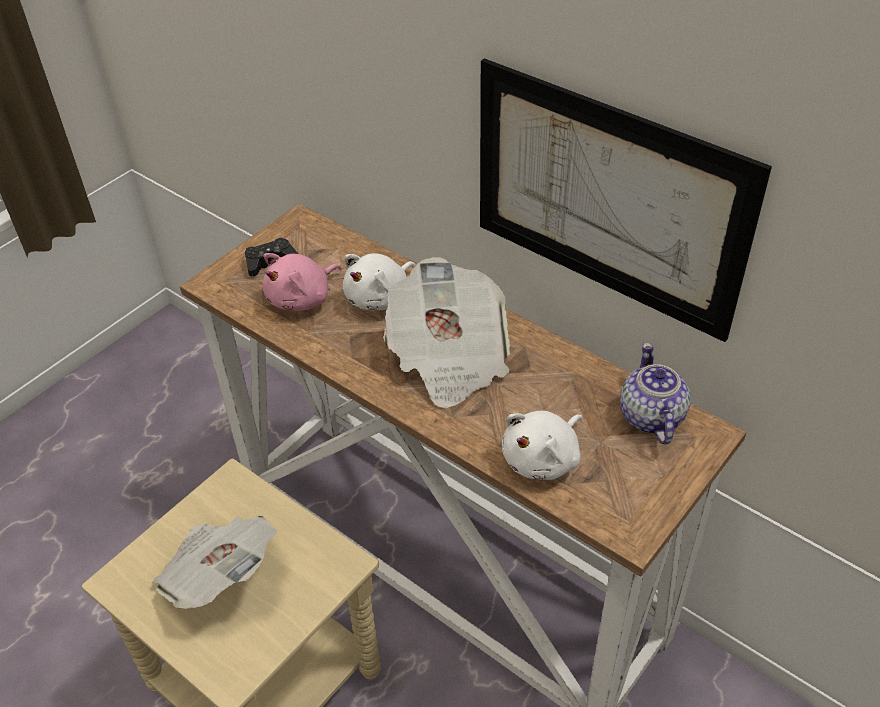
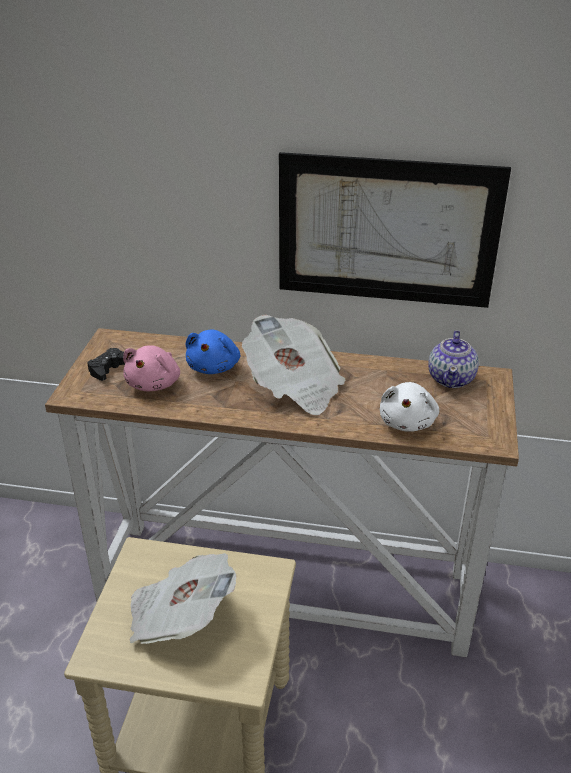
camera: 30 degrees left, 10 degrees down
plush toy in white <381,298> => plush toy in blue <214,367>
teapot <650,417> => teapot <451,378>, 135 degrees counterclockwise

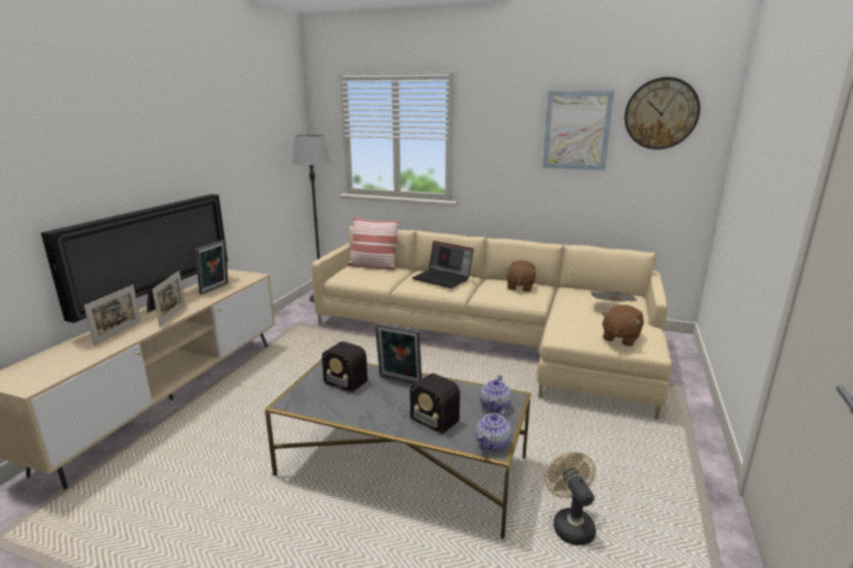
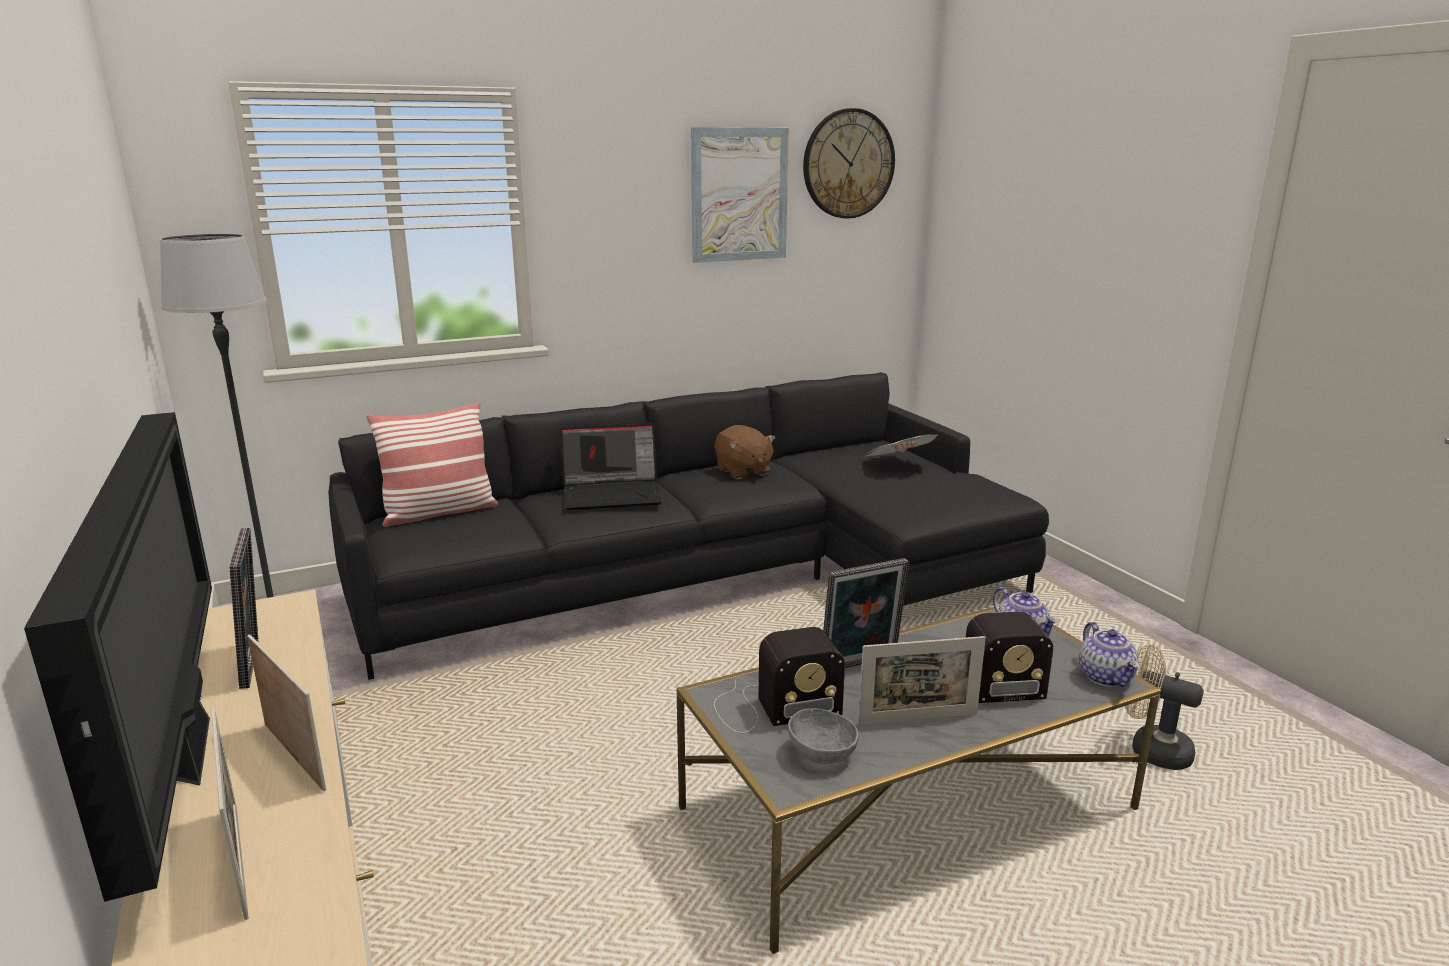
camera: 45 degrees left, 0 degrees up
sofa in beige <493,339> => sofa in black <713,577>
plush toy in brown <620,338> => nothing
nothing => bowl in grey <822,753>
nothing => picture frame <918,719>

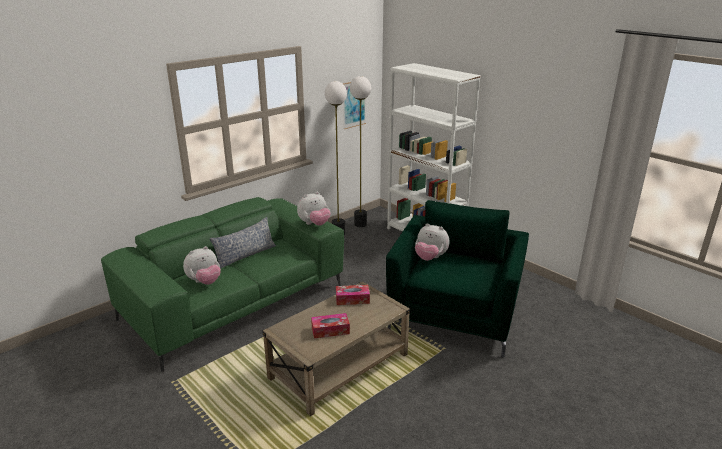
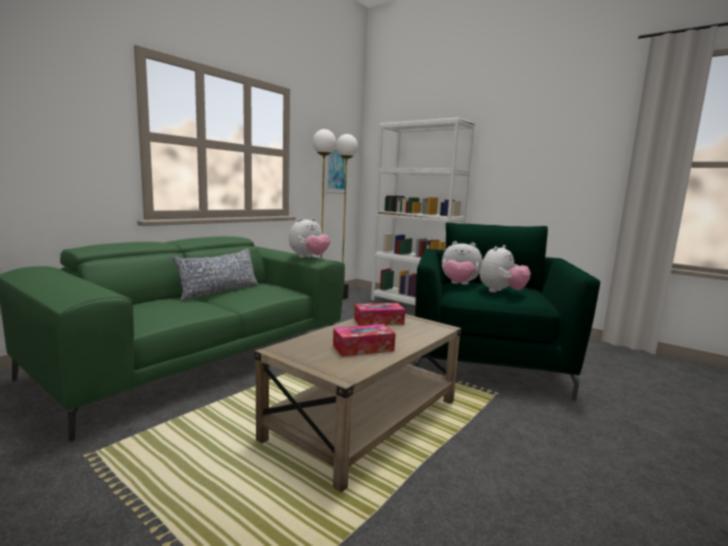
camera: 10 degrees left, 15 degrees down
plush toy <204,282> => plush toy <501,292>, relocated

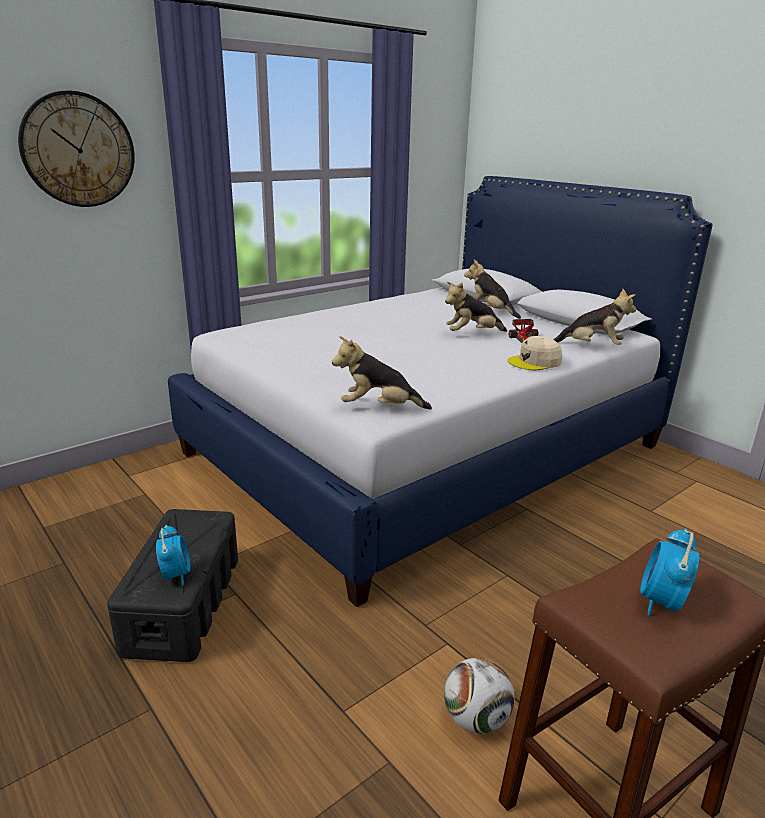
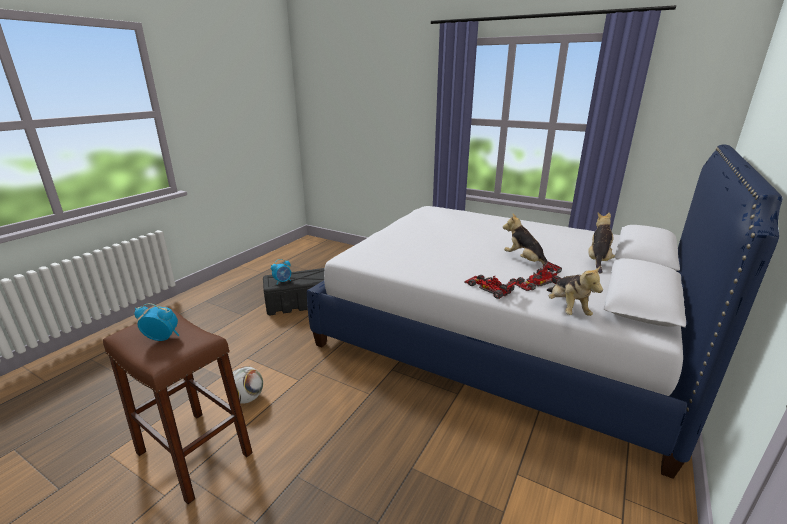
camera: 70 degrees right, 0 degrees up
wall clock <78,150> => nothing
plush toy <379,408> => nothing
cap in beige <535,362> => toy car <489,288>

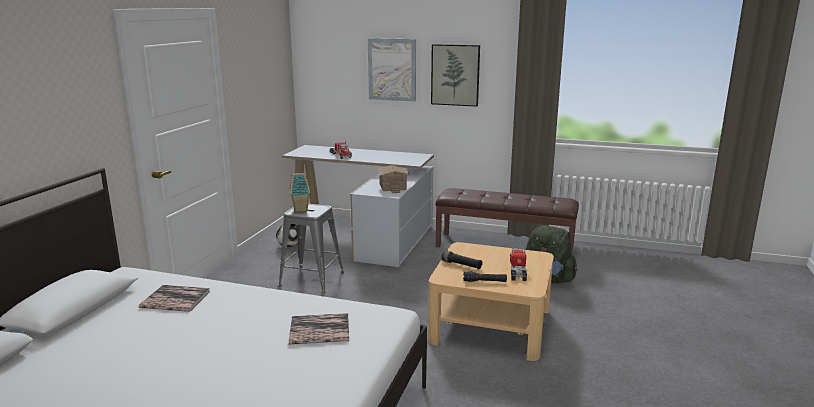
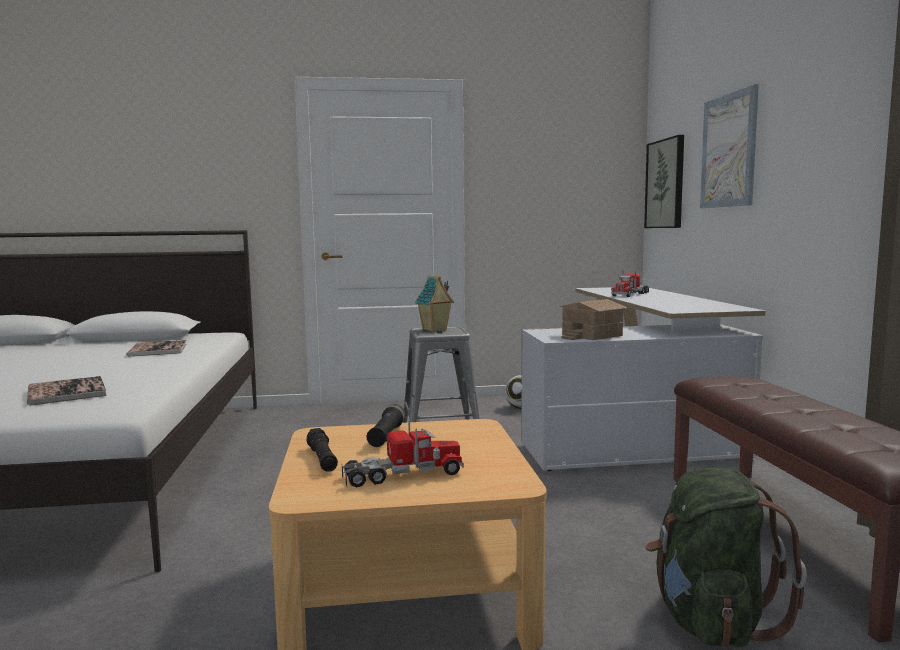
camera: 65 degrees right, 10 degrees down
picture <455,75> => picture <665,184>, relocated

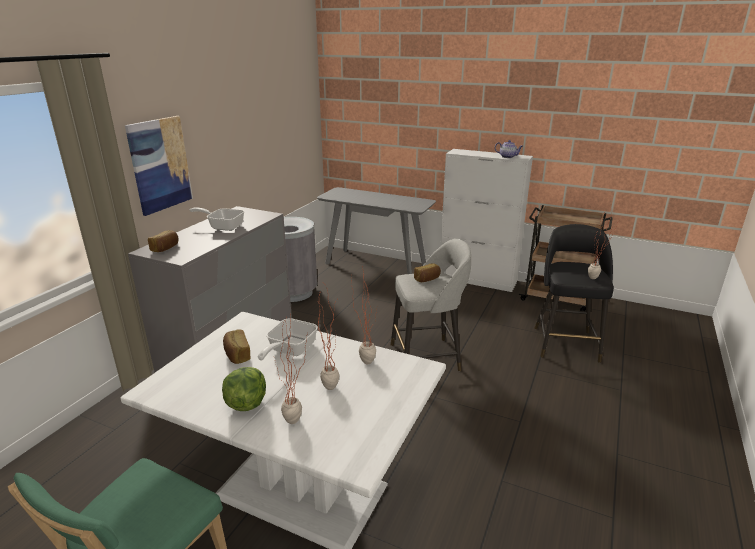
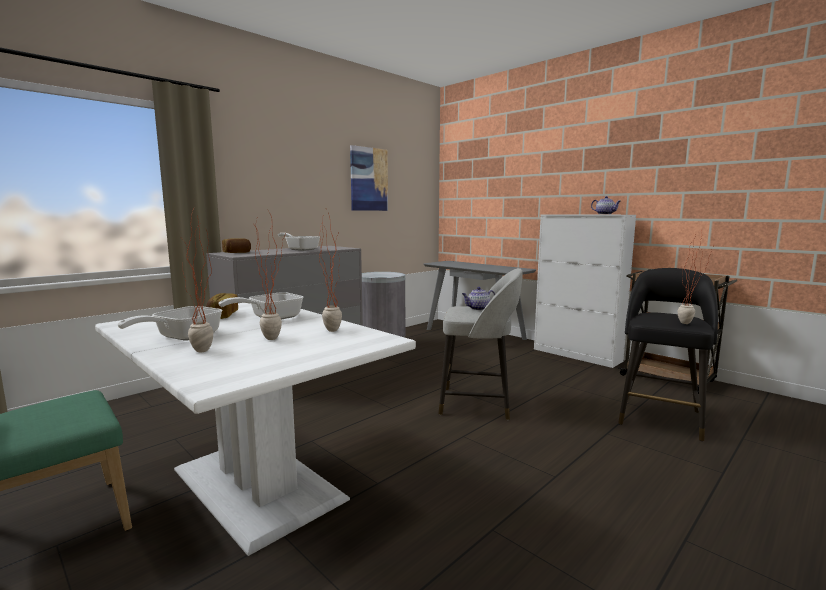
camera: 20 degrees right, 15 degrees down
picture <160,164> => picture <369,179>, relocated
lettuce <246,403> => frying pan <182,337>
bread <427,279> => teapot <478,308>

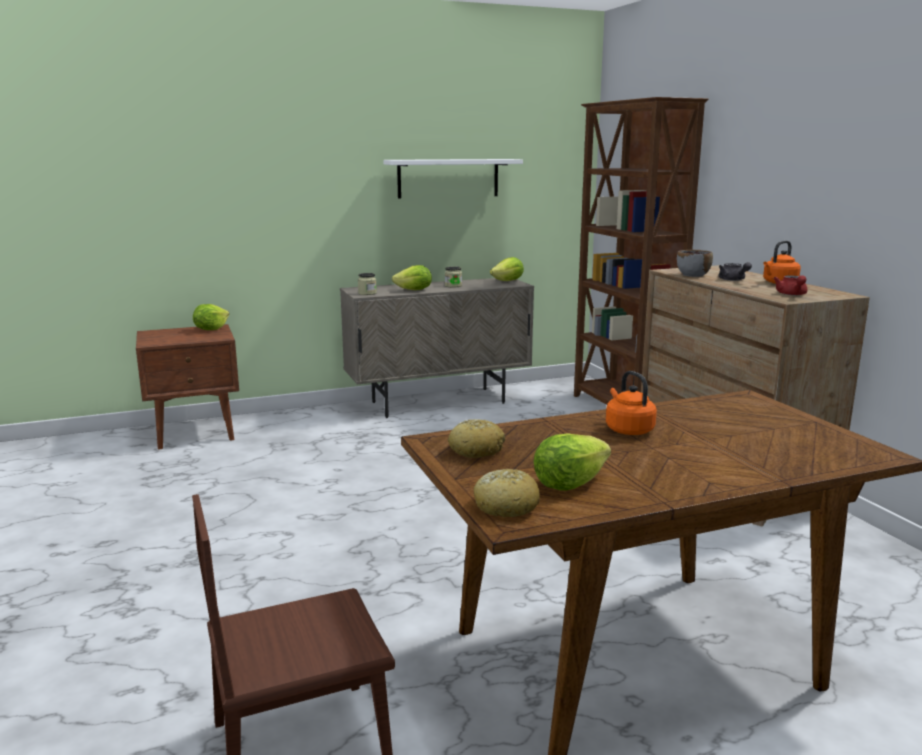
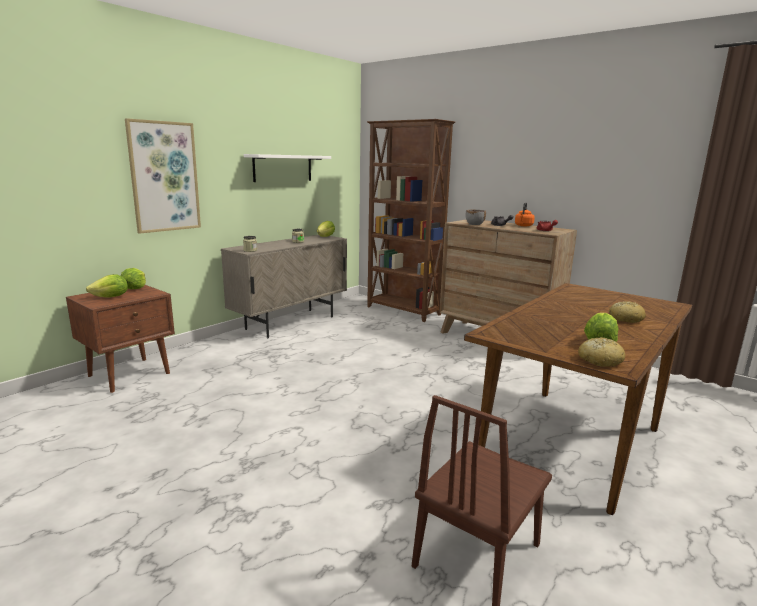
camera: 30 degrees left, 0 degrees up
lettuce <414,290> => lettuce <111,297>, relocated
bread <476,450> => bread <625,319>, relocated
kettle in orange <628,429> => nothing
nothing => picture <164,177>

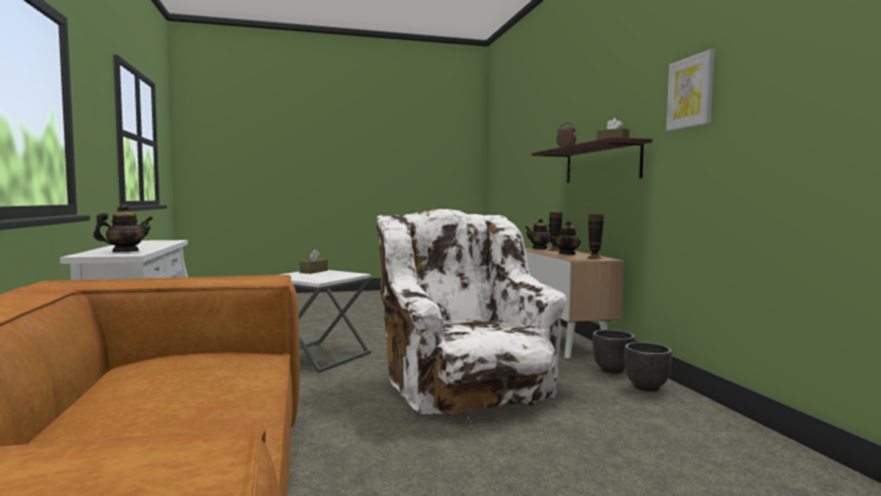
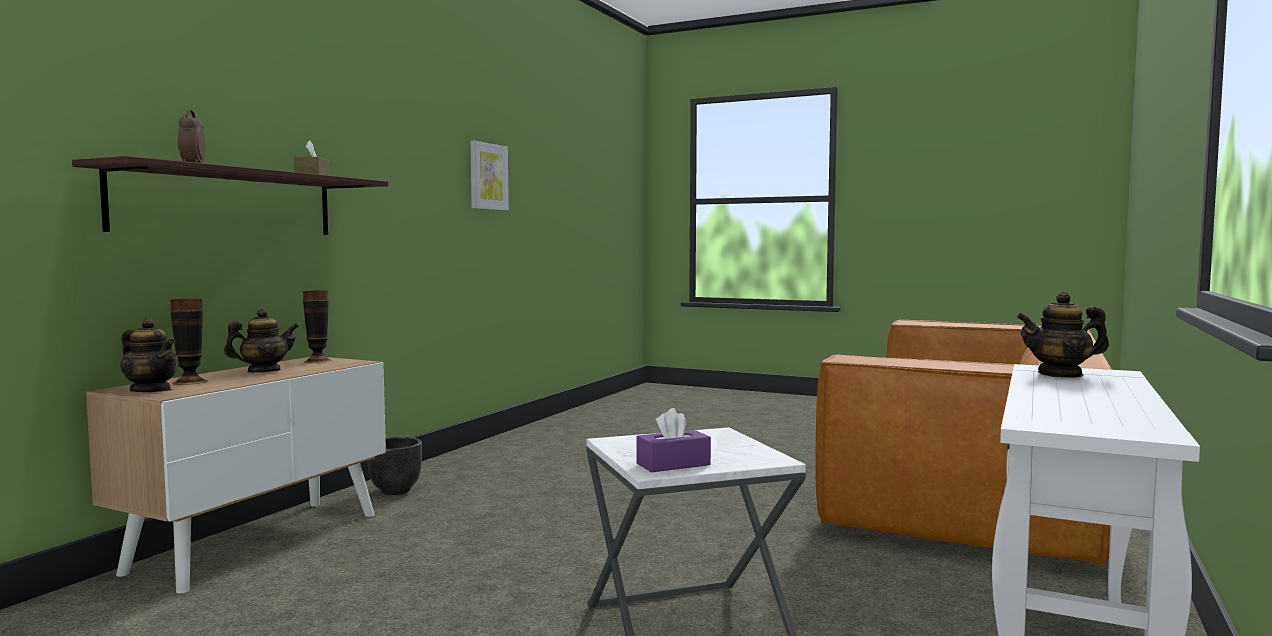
camera: 140 degrees left, 0 degrees up
tissue box in brown <314,271> => tissue box in purple <673,464>
armchair in white <464,385> => nothing
planter in black <647,387> => nothing
picture <691,92> => picture <488,176>, relocated

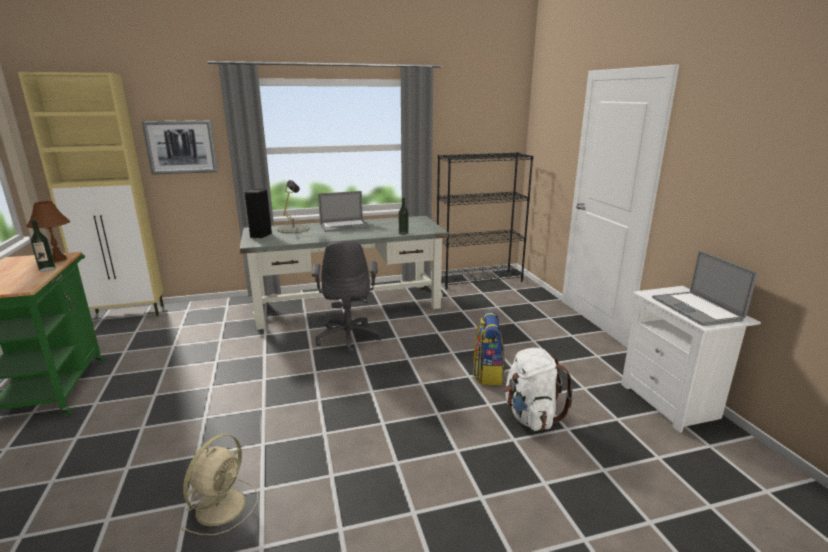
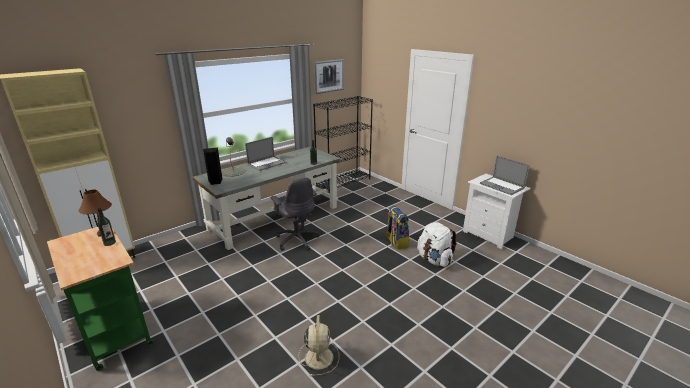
camera: 25 degrees left, 5 degrees up
picture <181,147> => picture <329,76>, relocated

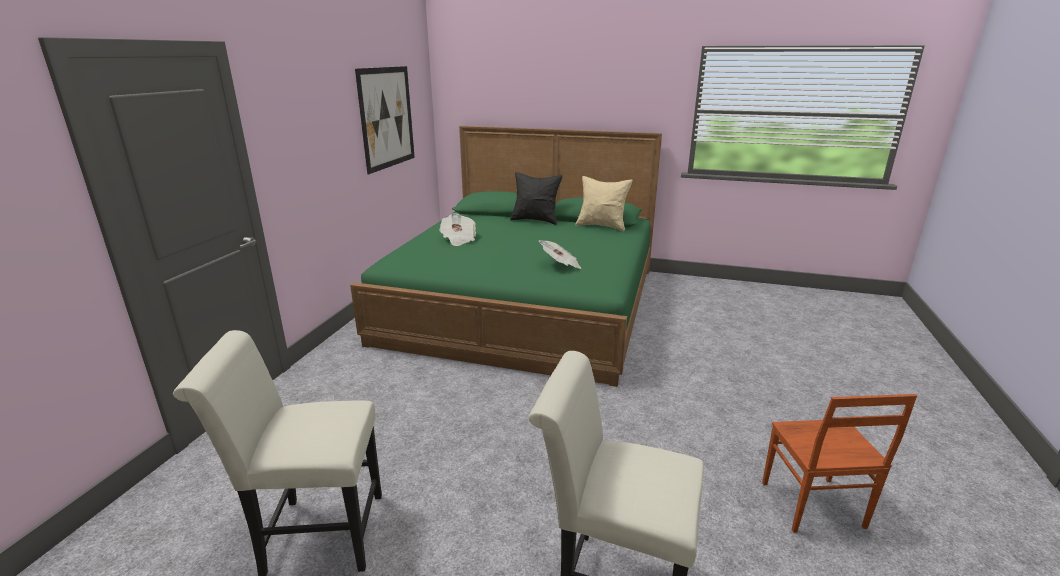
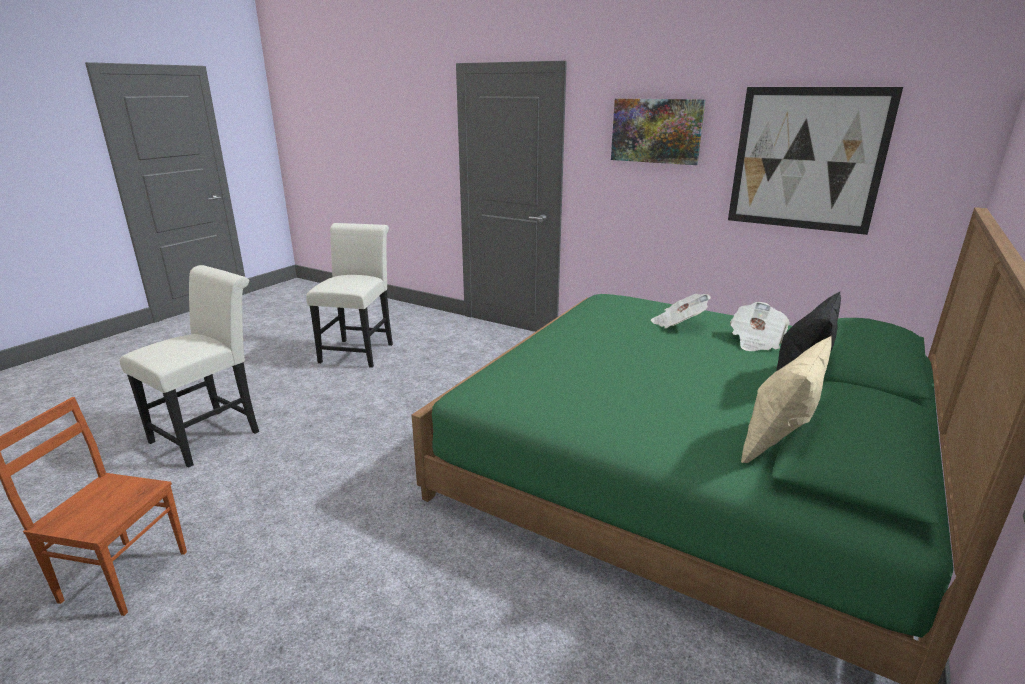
camera: 105 degrees right, 0 degrees up
newspaper <560,265> => newspaper <755,341>, relocated
nothing => picture <656,131>

